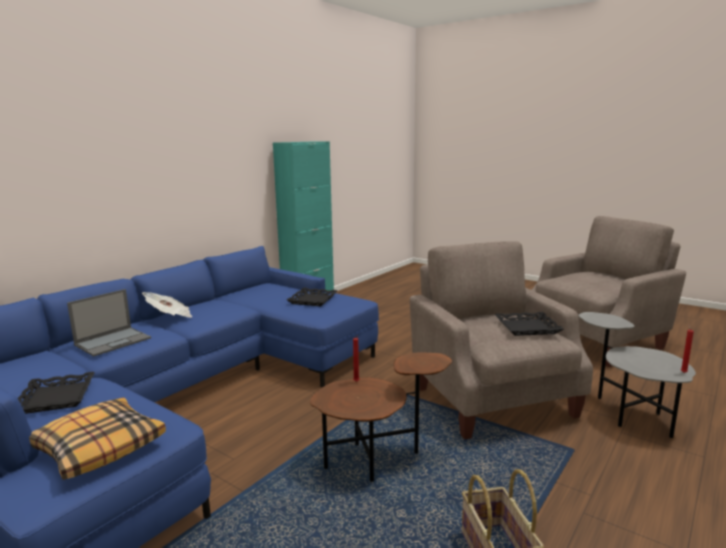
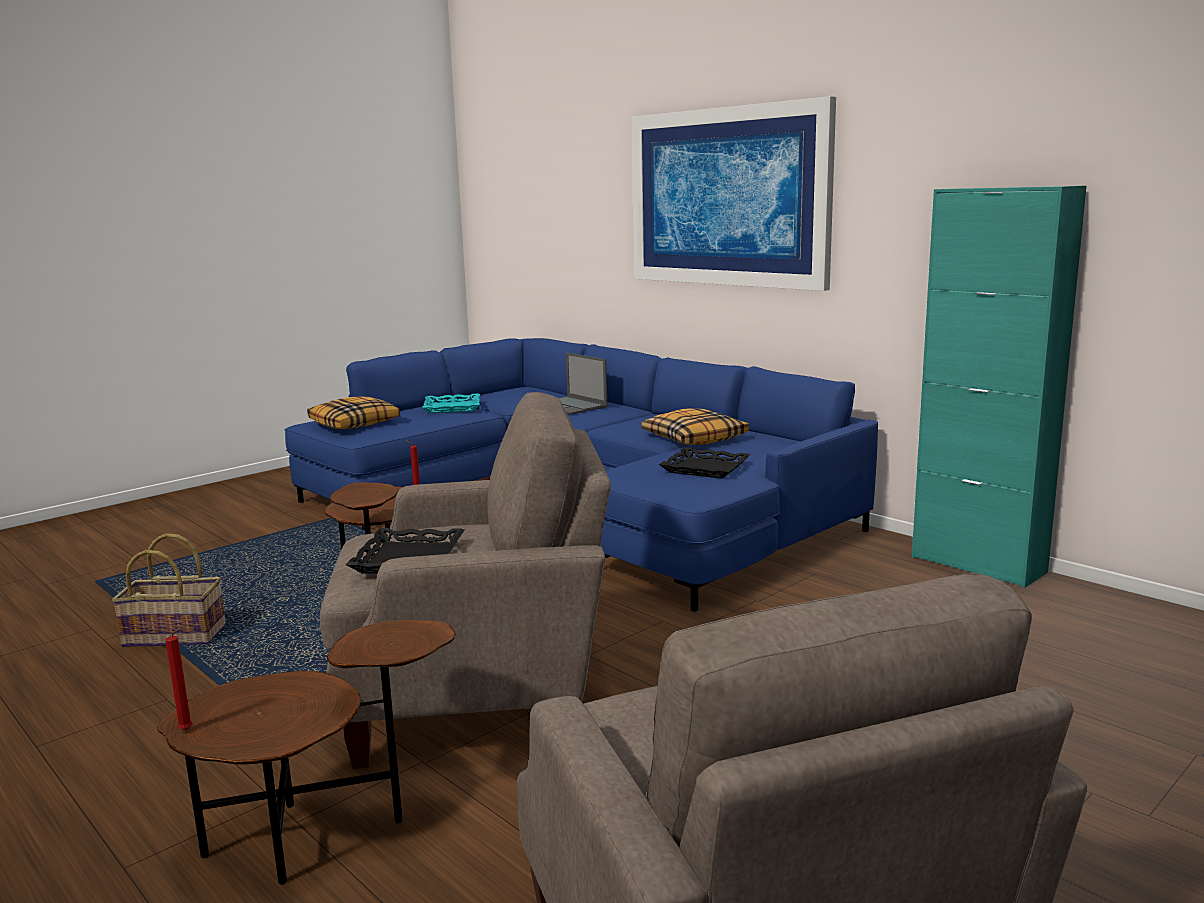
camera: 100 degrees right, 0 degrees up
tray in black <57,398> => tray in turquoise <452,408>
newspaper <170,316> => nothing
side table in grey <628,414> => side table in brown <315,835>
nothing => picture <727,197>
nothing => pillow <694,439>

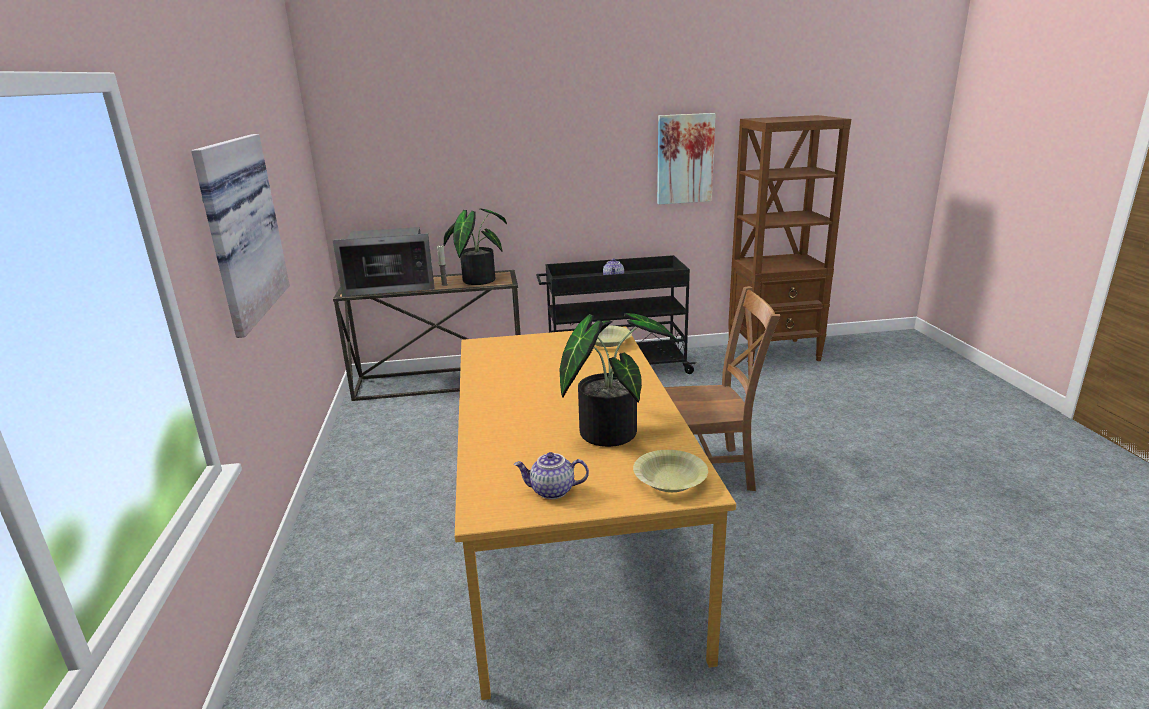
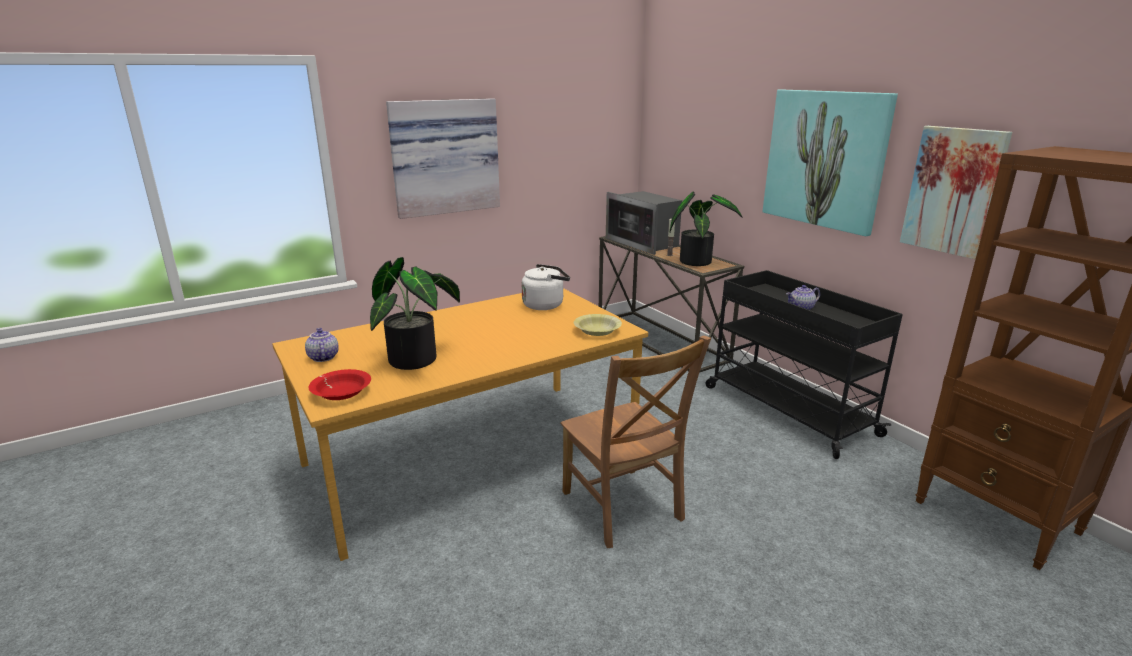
camera: 65 degrees right, 0 degrees up
bowl in yellow <669,480> => bowl in red <341,392>
nothing => kettle in white <545,305>
nothing => picture <825,159>

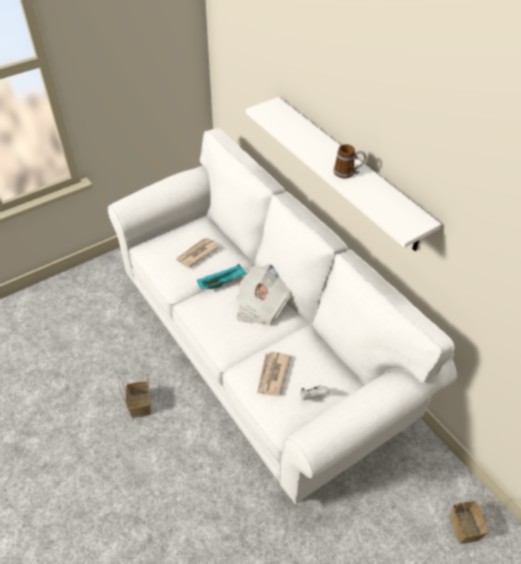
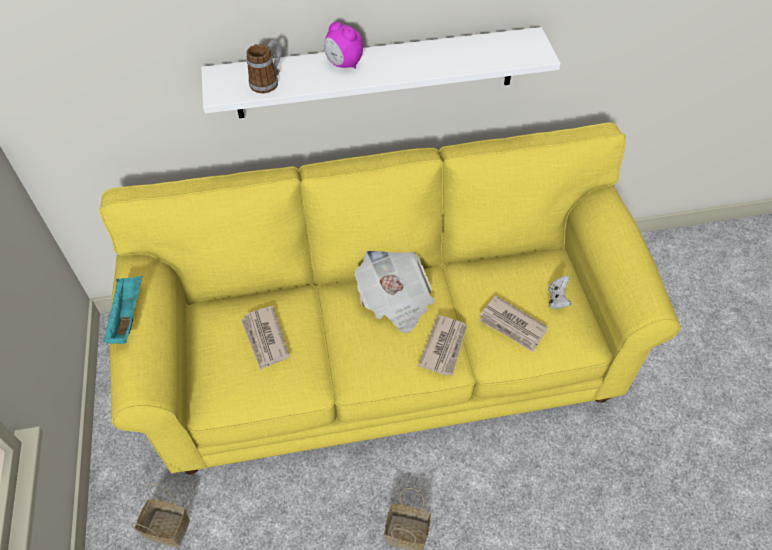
camera: 65 degrees left, 5 degrees up
sofa in white <260,349> => sofa in yellow <387,357>
tray in turquoise <222,282> => tray in turquoise <127,316>, relocated
mug <348,173> => mug <268,81>, relocated
basket <463,526> => basket <165,529>, relocated
nothing => alarm clock <344,64>
nothing => newspaper <444,346>

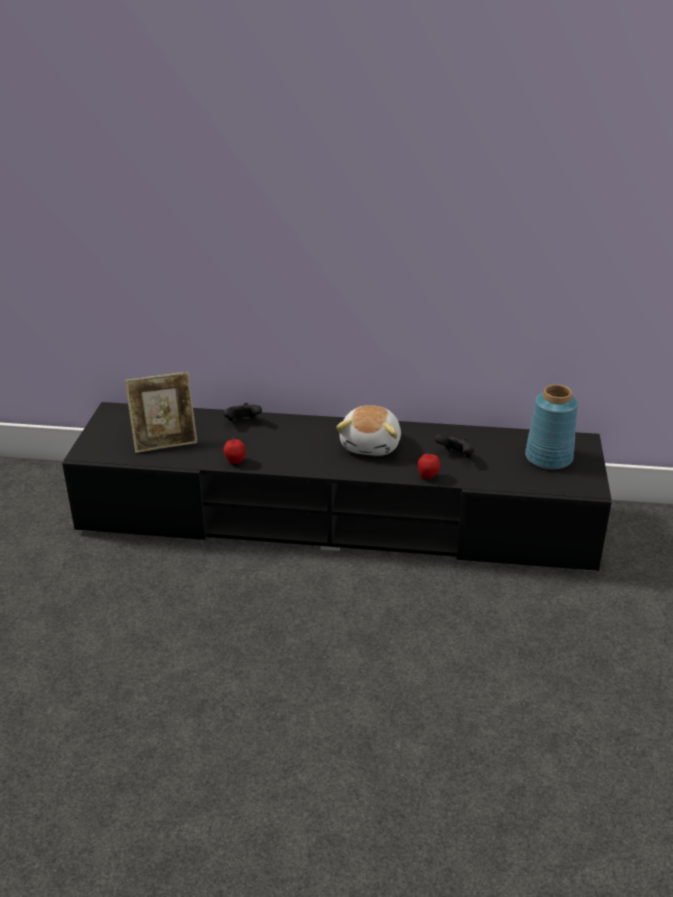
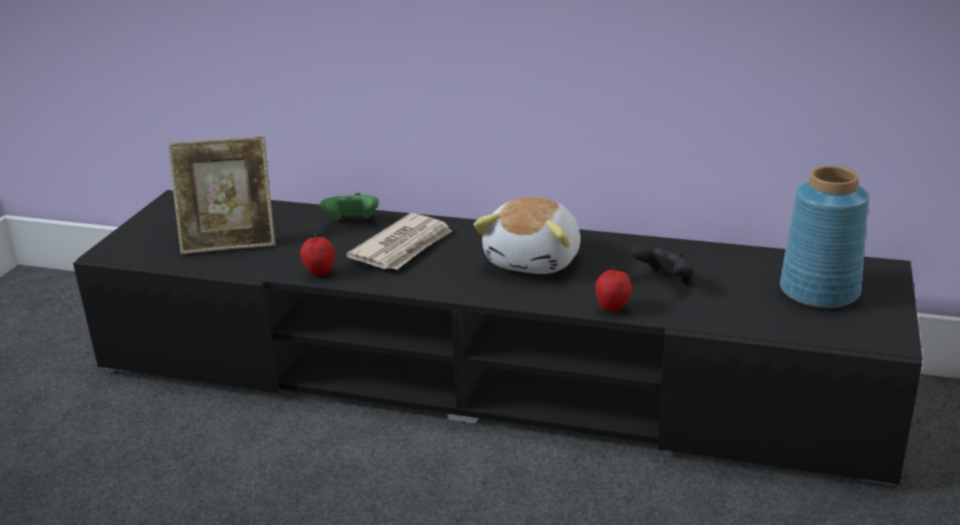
camera: 10 degrees right, 5 degrees down
game controller in black <242,422> => game controller in green <352,222>
nothing => newspaper <403,247>

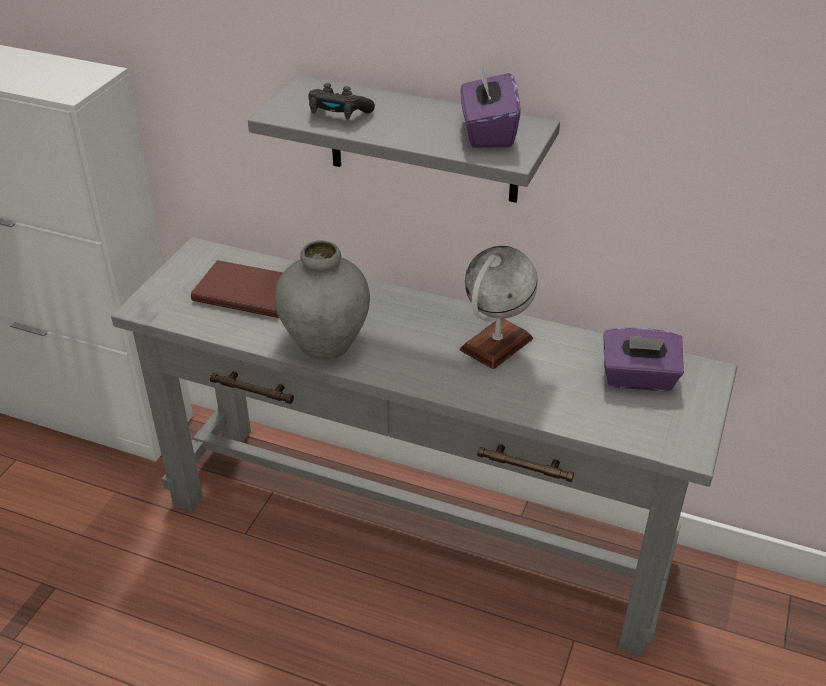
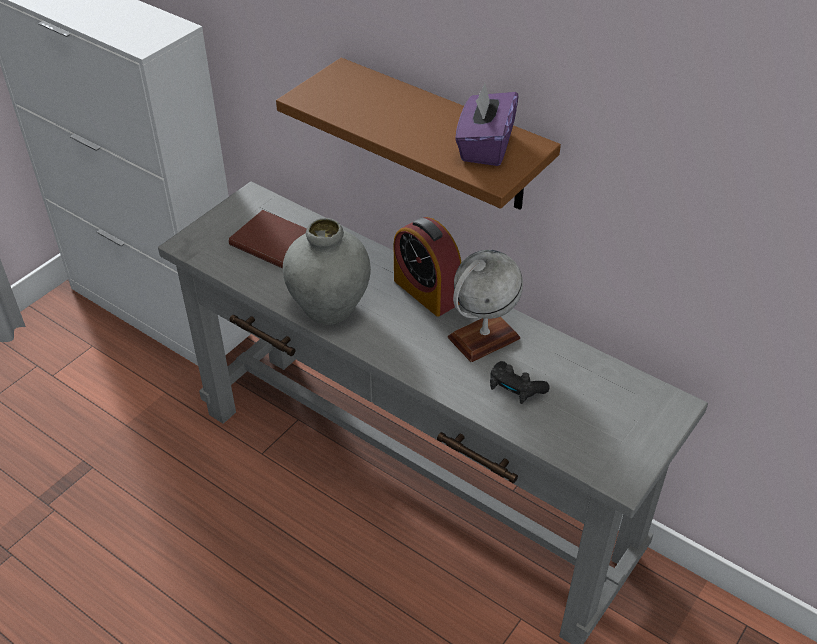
camera: 15 degrees right, 5 degrees up
shelf in grey <423,140> => shelf in brown <443,137>
game controller in black <338,114> => game controller in black <515,389>, relocated
tissue box in purple <638,378> => nothing
nothing => alarm clock <426,291>

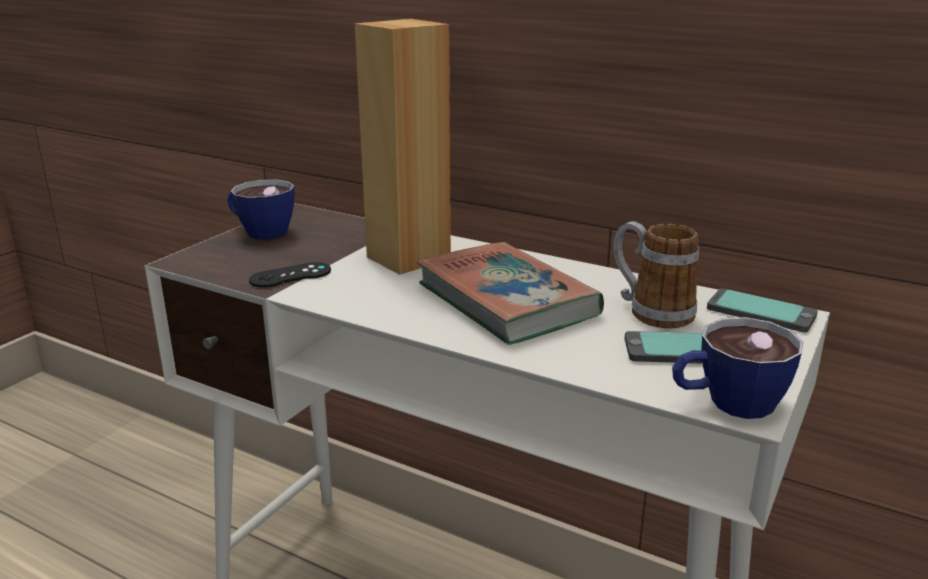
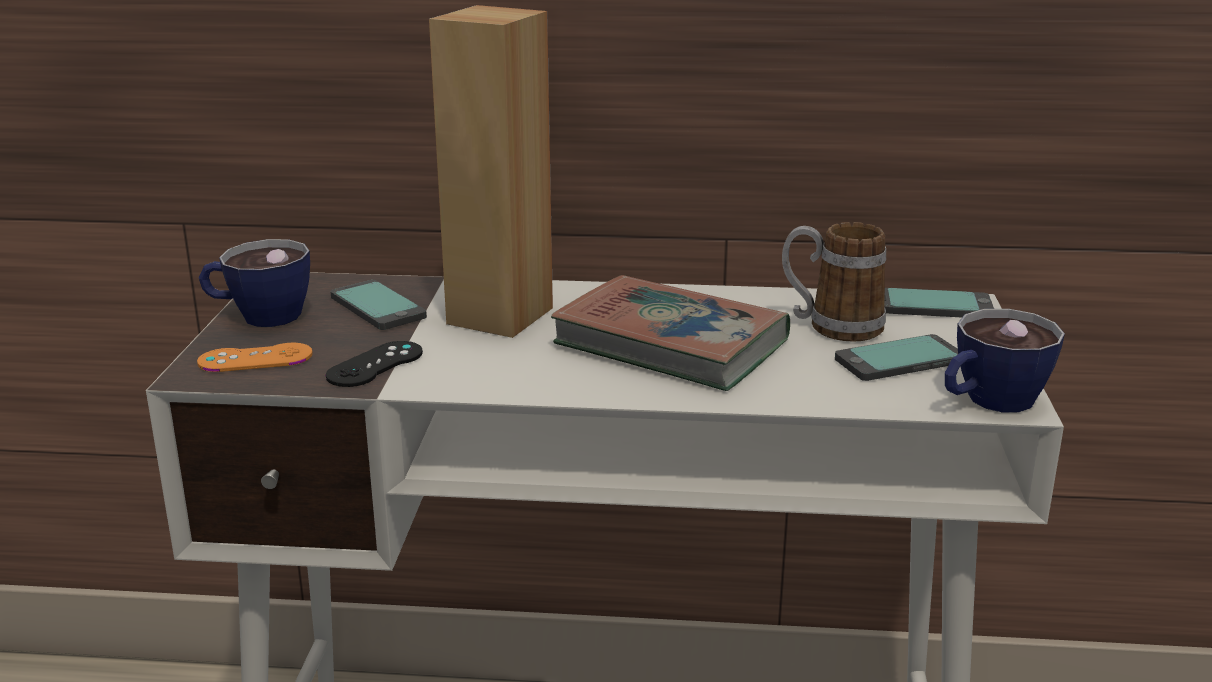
camera: 25 degrees left, 0 degrees up
nothing => game controller in orange <255,358>
nothing => phone <378,307>

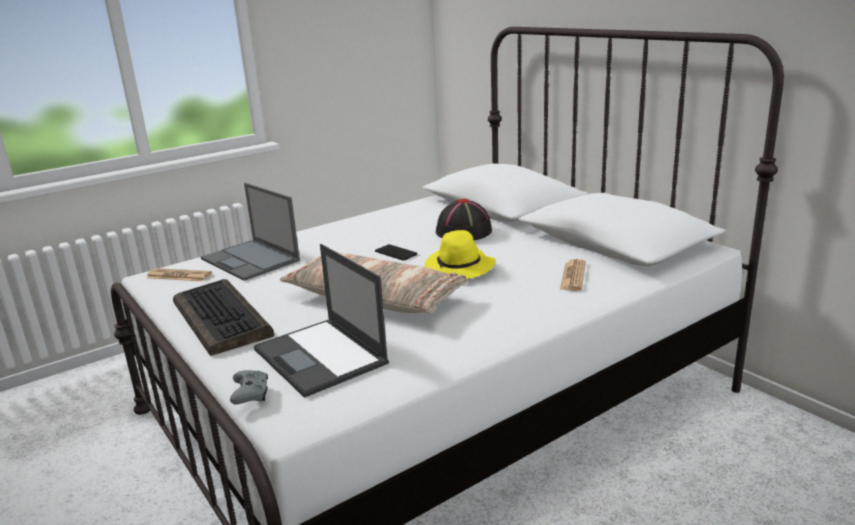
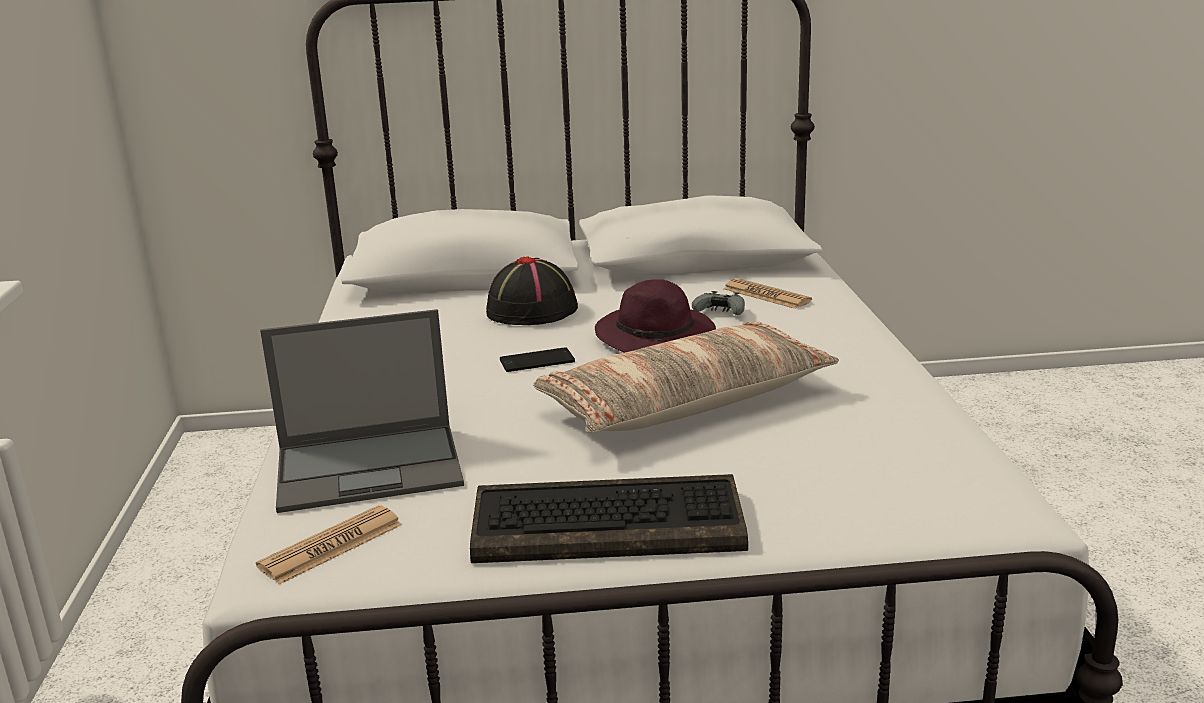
camera: 60 degrees left, 0 degrees up
game controller in grey <251,394> => game controller in grey <720,312>, relocated
laptop <321,357> => nothing
hat in yellow <460,268> => hat in purple <657,338>

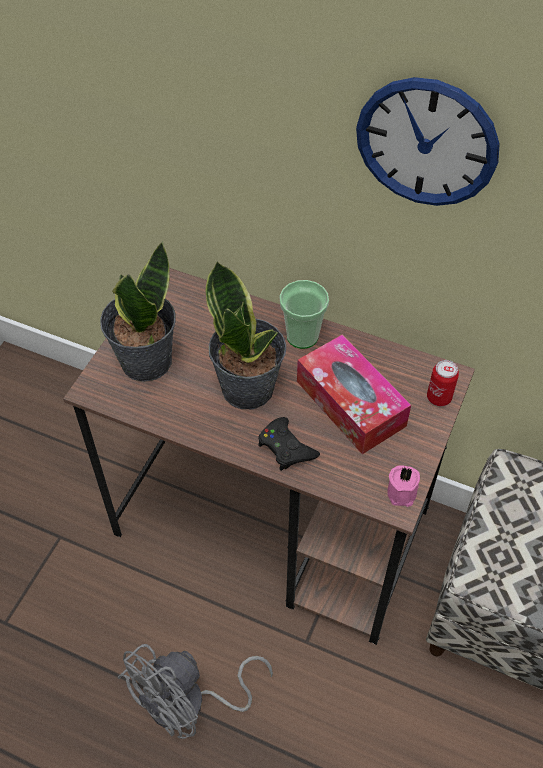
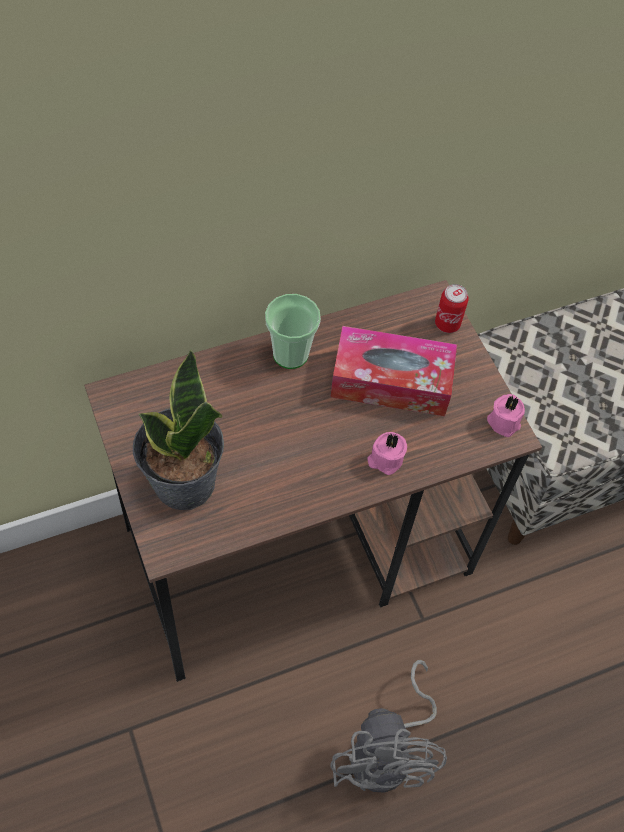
camera: 50 degrees left, 5 degrees up
potted plant <248,387> => nothing
game controller in black <286,448> => candle in pink <385,459>
wall clock <426,143> => nothing

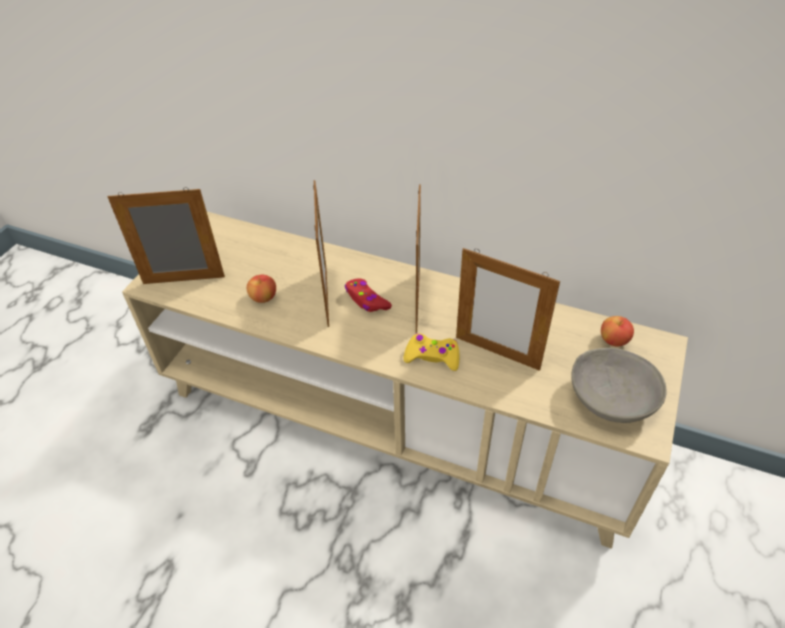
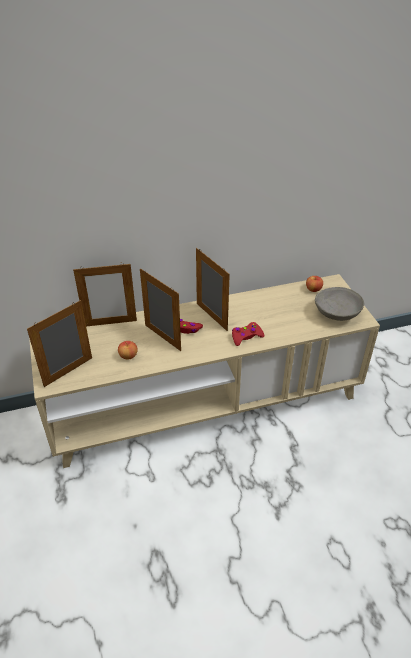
camera: 40 degrees left, 5 degrees down
game controller in yellow <432,356> => game controller in red <246,337>
picture frame <497,353> => picture frame <110,323>, relocated

